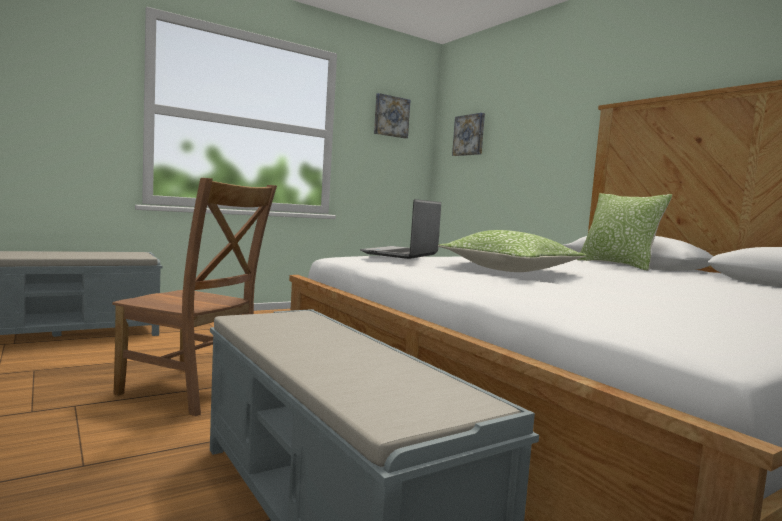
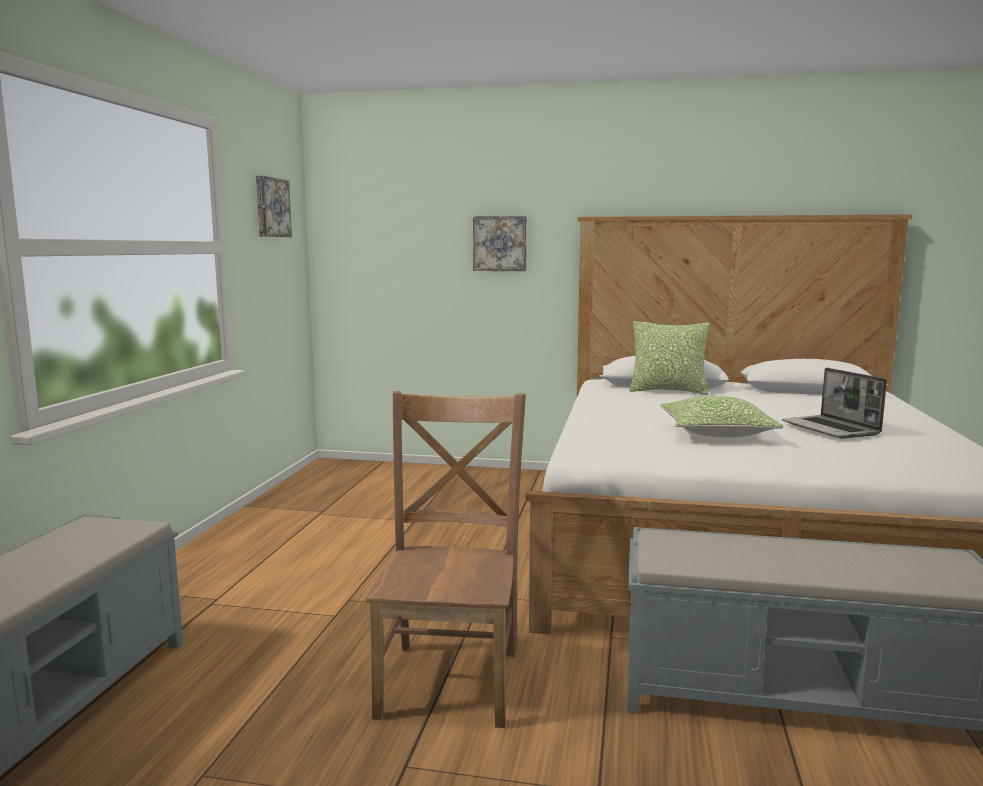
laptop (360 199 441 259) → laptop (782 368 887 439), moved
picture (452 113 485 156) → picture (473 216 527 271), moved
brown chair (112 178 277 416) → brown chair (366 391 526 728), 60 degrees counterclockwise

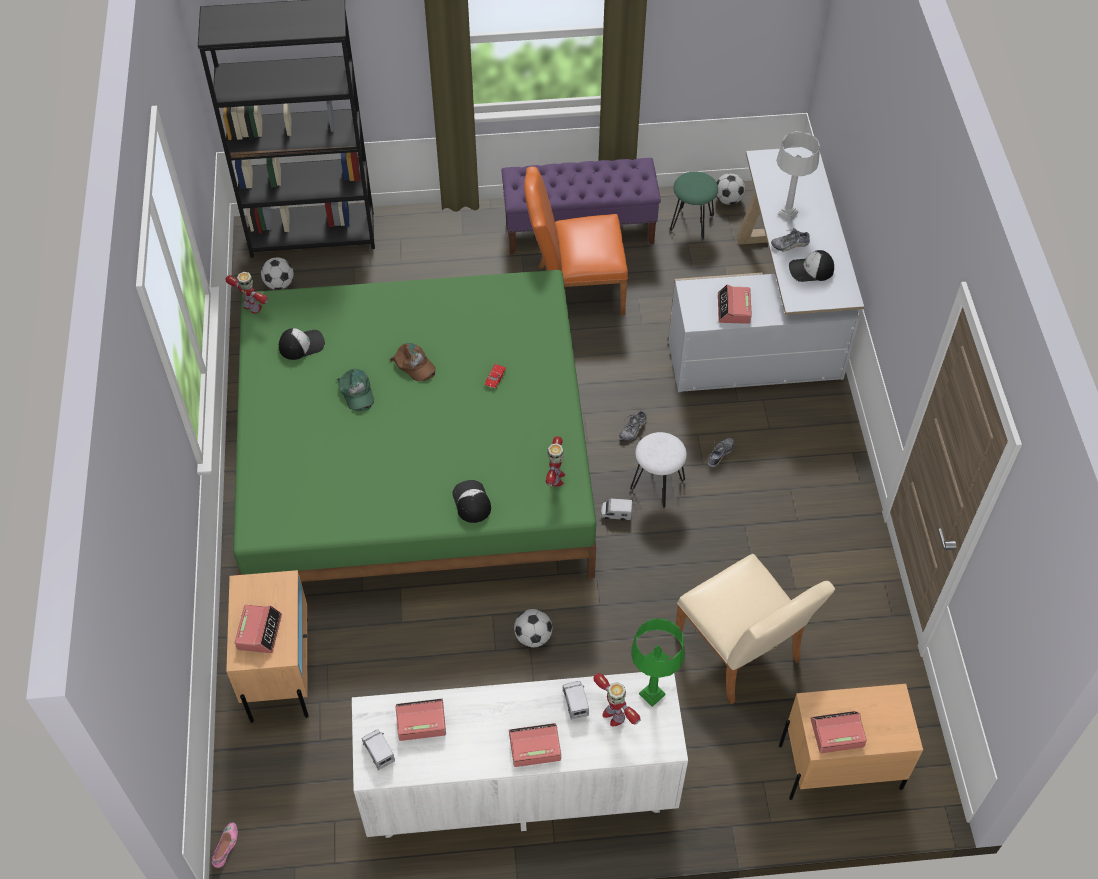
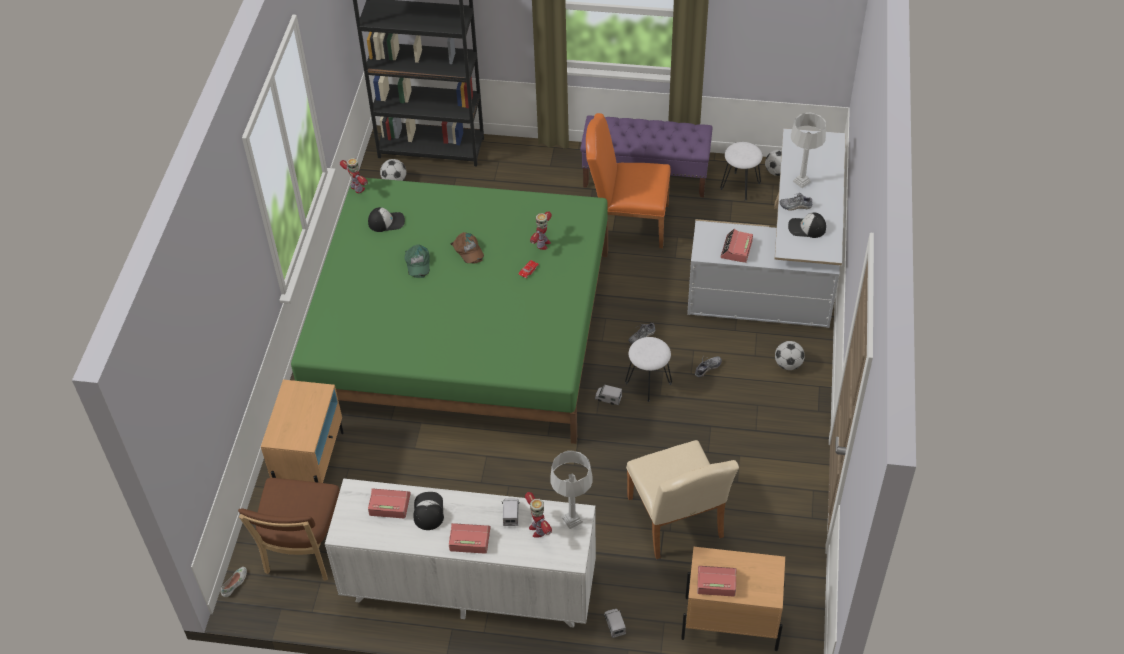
alarm clock (235 605 282 653) → -
- → brown chair (238 478 340 581)
toy truck (362 730 395 770) → toy truck (604 609 626 638), moved
cap (452 480 491 523) → cap (413 492 444 530), moved
football (514 609 552 647) → football (775 341 805 370), moved
toy robot (546 436 565 487) → toy robot (530 211 552 250), moved
pink shoe (212 822 238 868) → white shoe (221 567 247 597)
green table lamp (631 618 685 707) → grey table lamp (550 451 593 529)
green stool (670 171 718 240) → white stool (720 142 762 201)

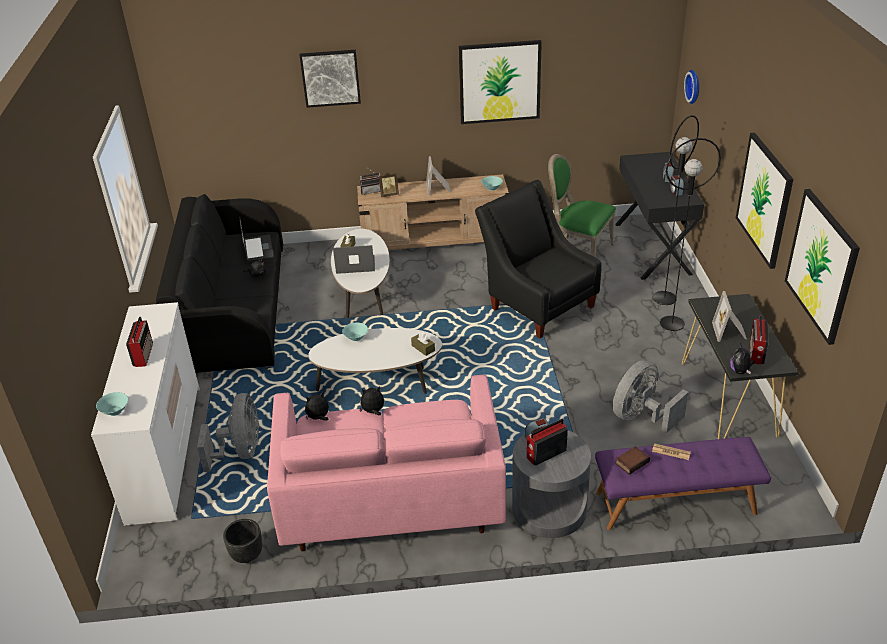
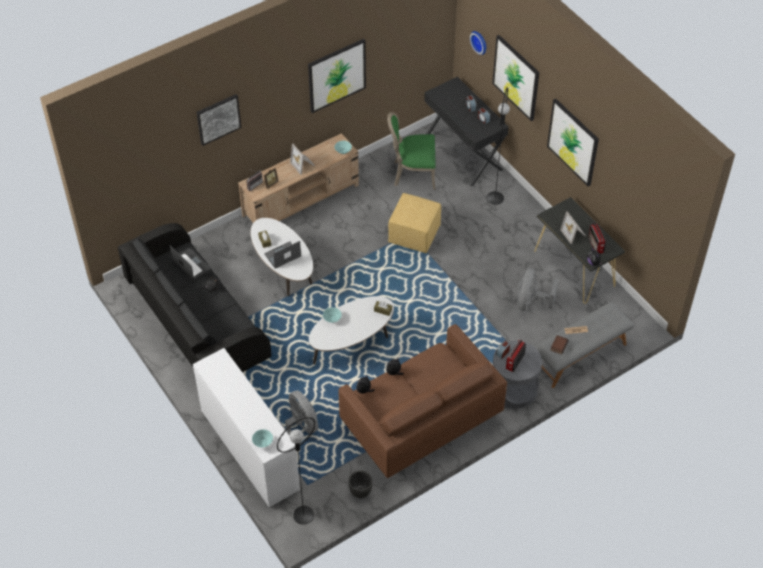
radio (126 317 153 367) → -
black floor lamp (660 138 721 331) → black floor lamp (277 417 315 525), moved
picture (785 189 860 345) → picture (492 35 539 121), moved
black armchair (475 180 602 339) → yellow ottoman (388 193 441 253)
pink sofa (267 375 506 551) → brown sofa (338 324 507 478)
purple bench (595 437 771 530) → grey bench (534 302 634 388)

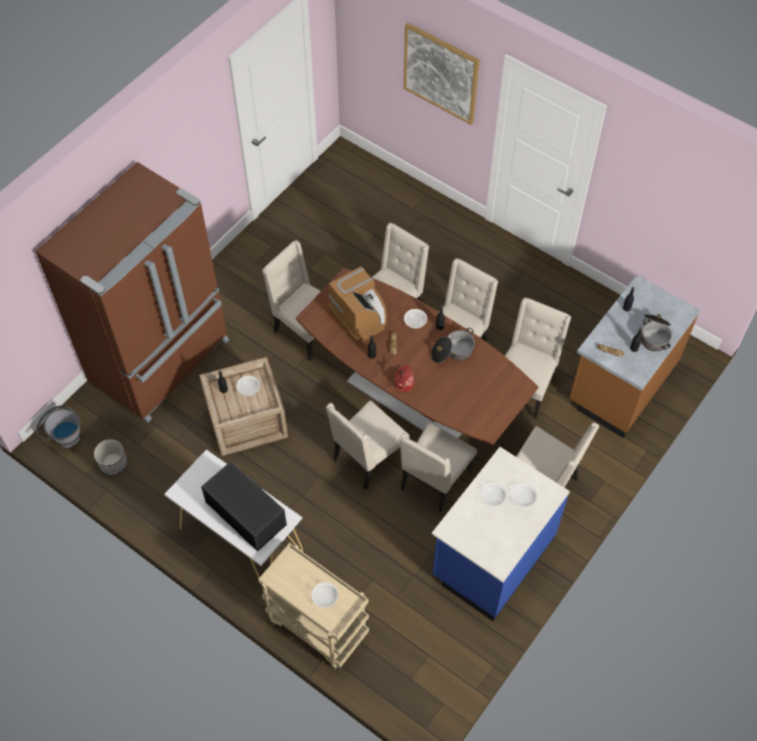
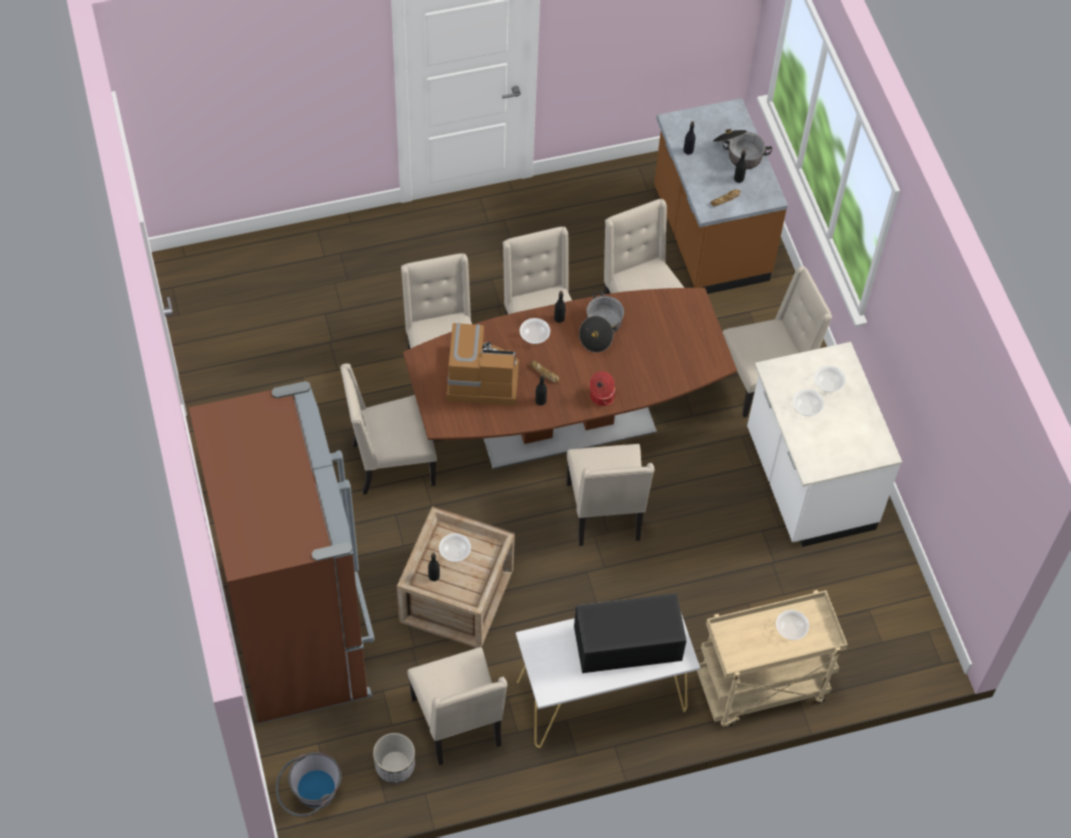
picture (403 22 480 125) → -
beige chair (399 423 477 513) → beige chair (407 647 507 765), moved
blue counter (432 447 570 621) → white counter (747 342 902 547)

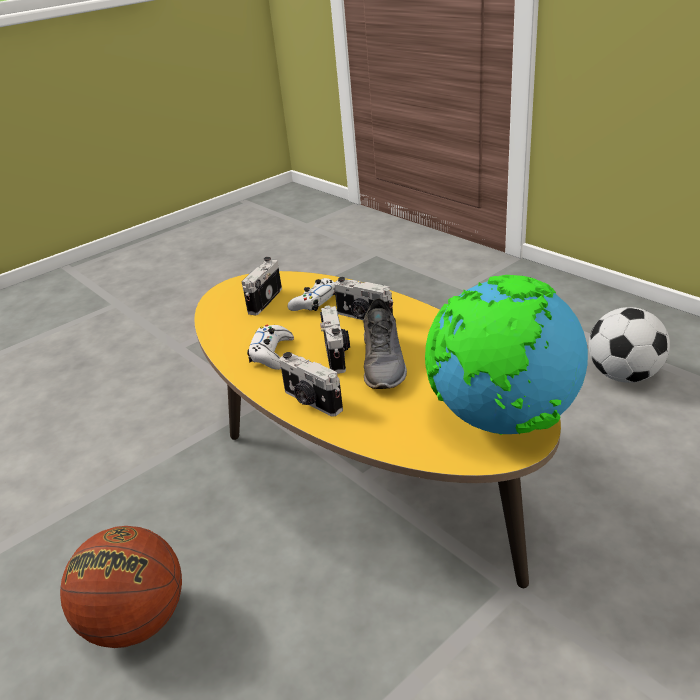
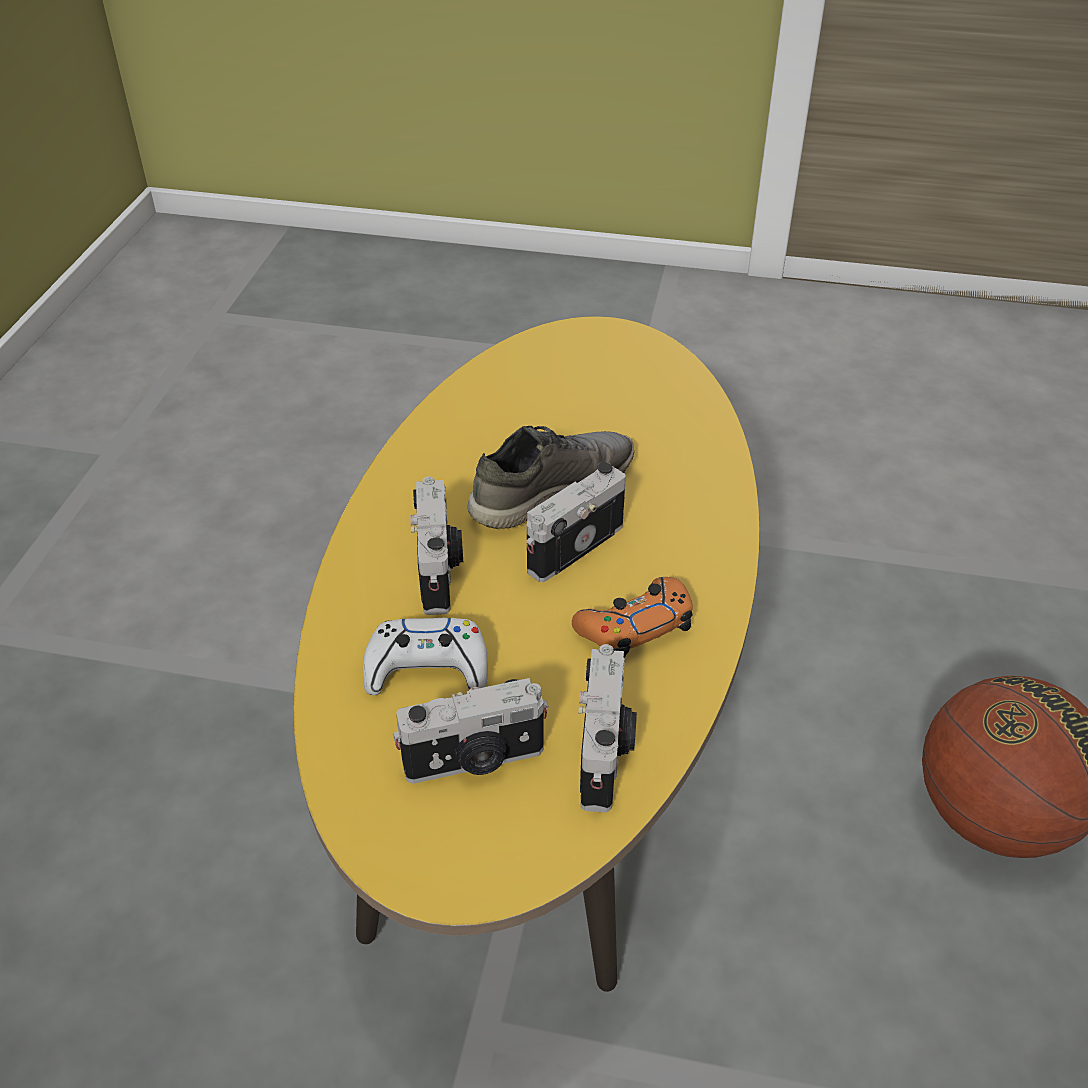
globe (425 275 588 435) → -
football (589 307 670 383) → -
photo camera (279 352 343 417) → photo camera (578 644 637 812), moved
white game controller (247 325 294 370) → orange game controller (572 577 693 658)

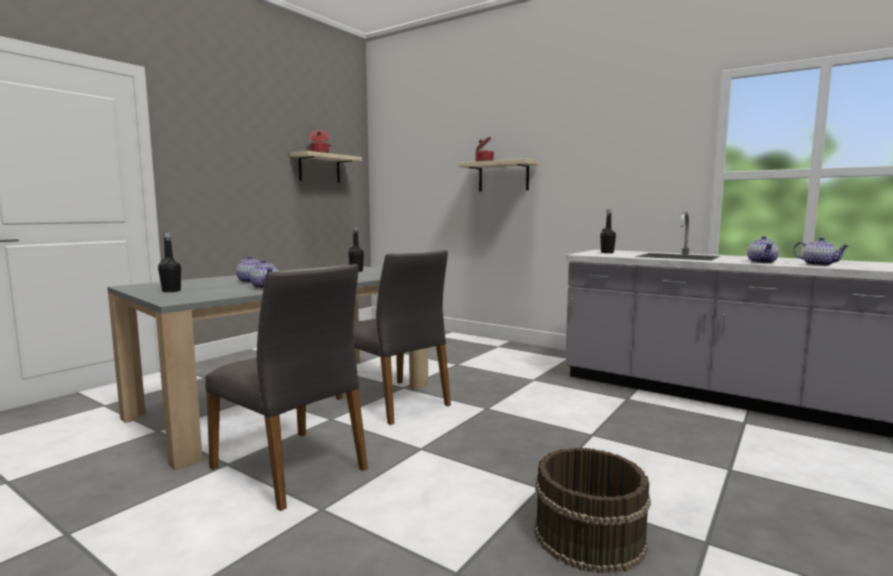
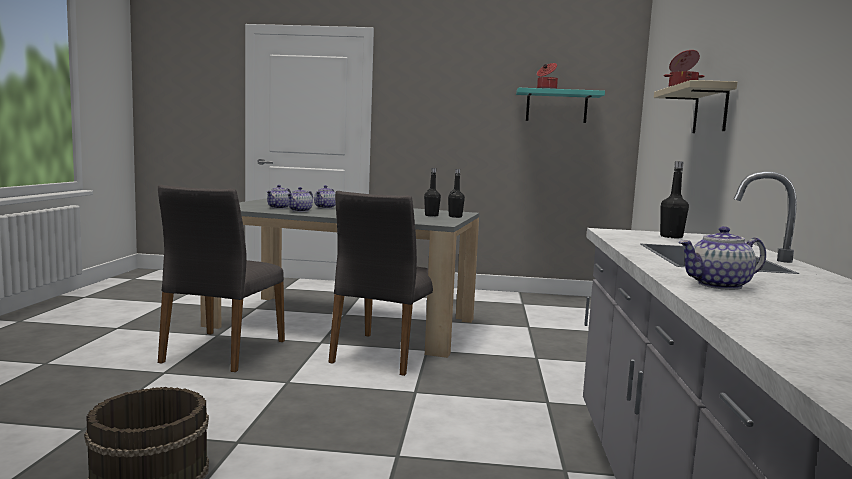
black bottle (158 232 181 292) → black bottle (448 169 465 218), moved
teapot (793 237 849 266) → teapot (266 185 291 209), moved
beige shelf (290 151 362 183) → turquoise shelf (516 88 605 123)

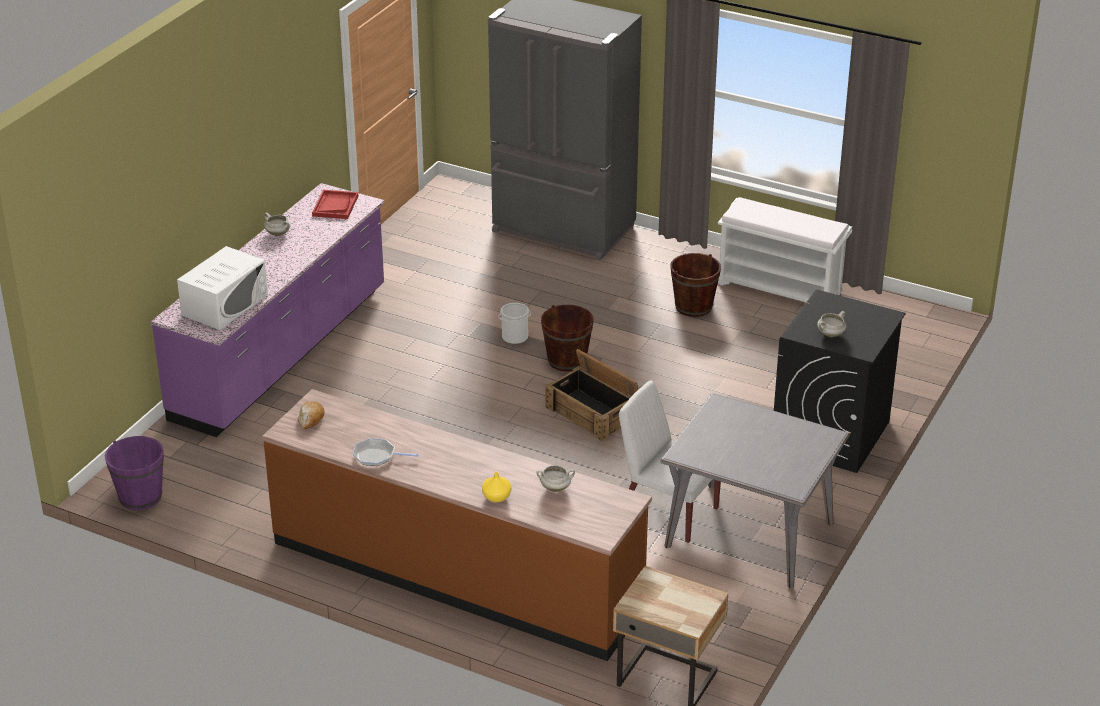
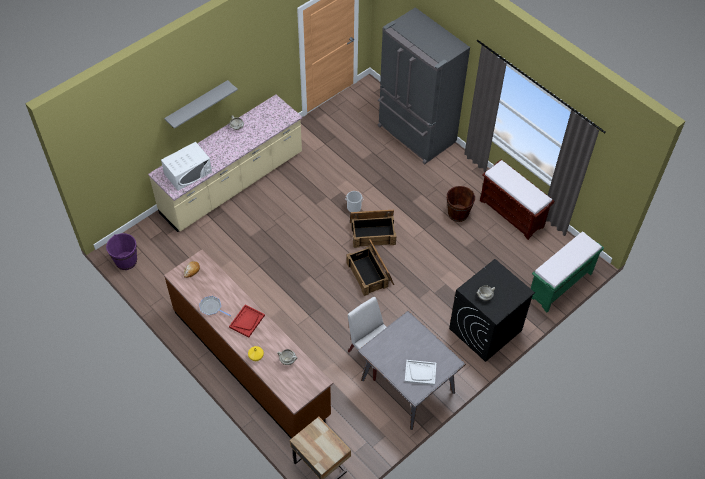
- → grey shelf (164 80 238 129)
- → white tray (405 360 436 385)
- → green bench (530 232 604 313)
red tray (312 190 358 219) → red tray (229 304 265 338), moved
brown bucket (541 305 594 371) → crate (350 210 396 248)
purple counter (151 183 384 437) → beige counter (148 95 302 232)
white bench (718 197 852 302) → brown bench (480 160 554 240)

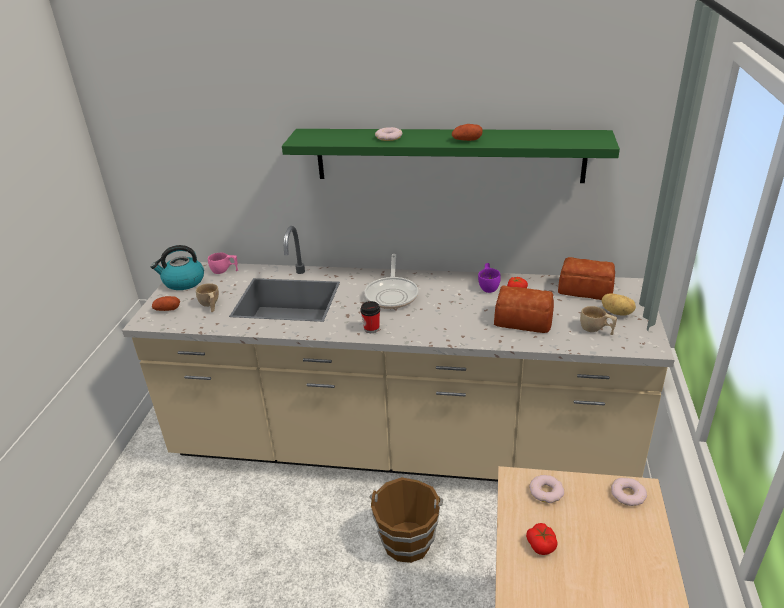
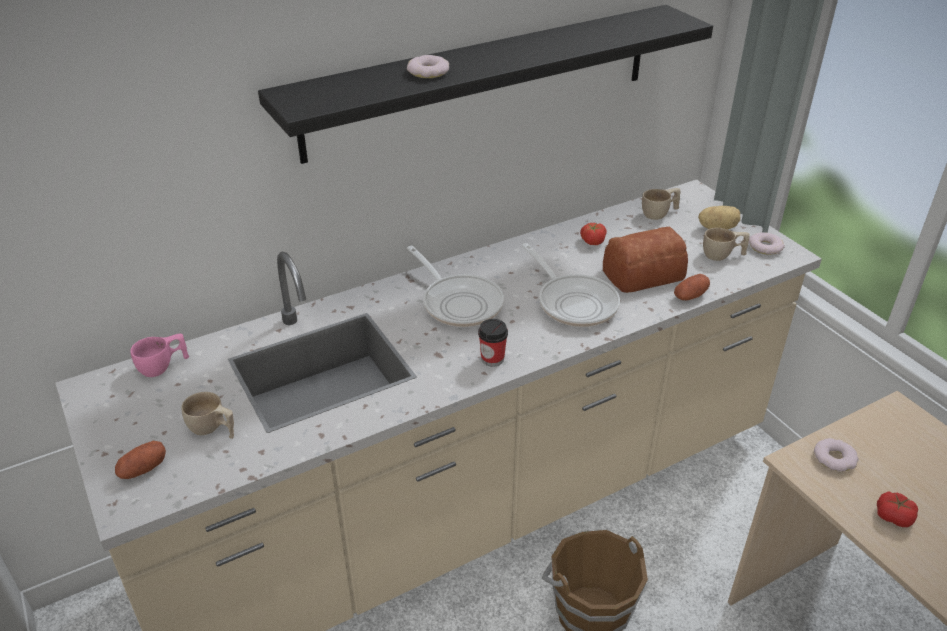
kettle (151 245 204 290) → -
purple cup (478 263 501 293) → -
- → frying pan (522 243 620 327)
potato (452 124 483 141) → potato (674 274 710 300), moved
donut (611 478 647 506) → donut (749 232 785 255), moved
bread (558 257 615 300) → beige cup (642 188 680 220)
green shelf (282 129 620 183) → black shelf (258 5 713 164)

